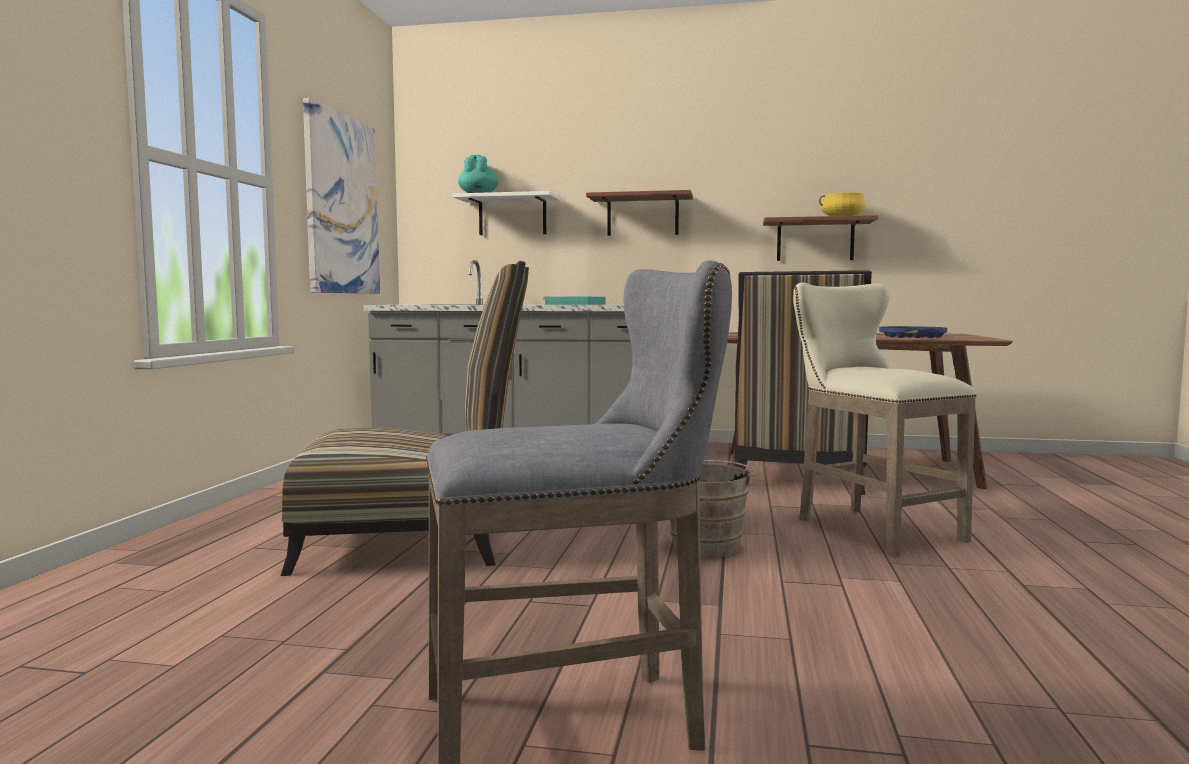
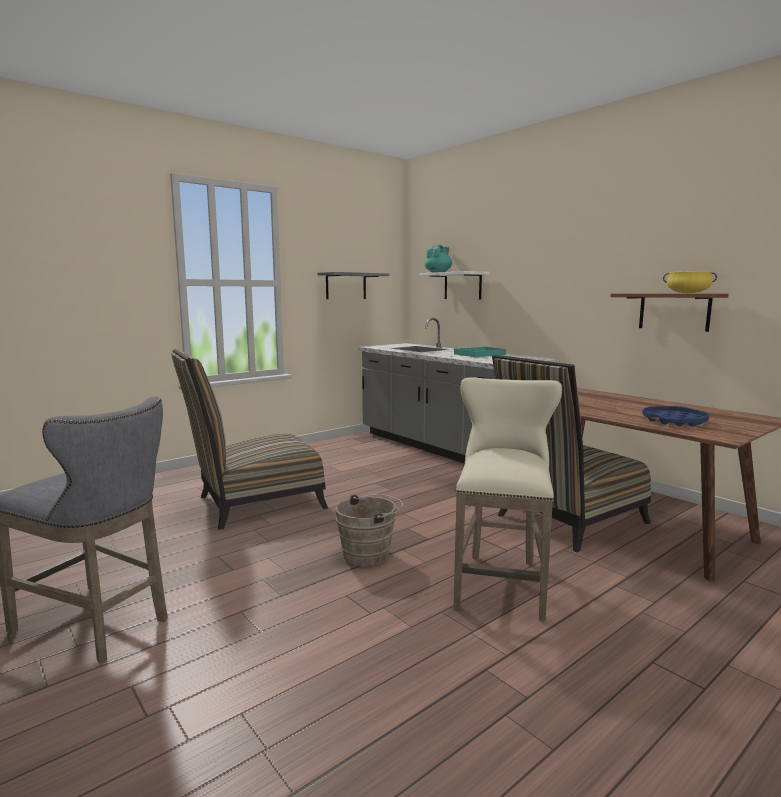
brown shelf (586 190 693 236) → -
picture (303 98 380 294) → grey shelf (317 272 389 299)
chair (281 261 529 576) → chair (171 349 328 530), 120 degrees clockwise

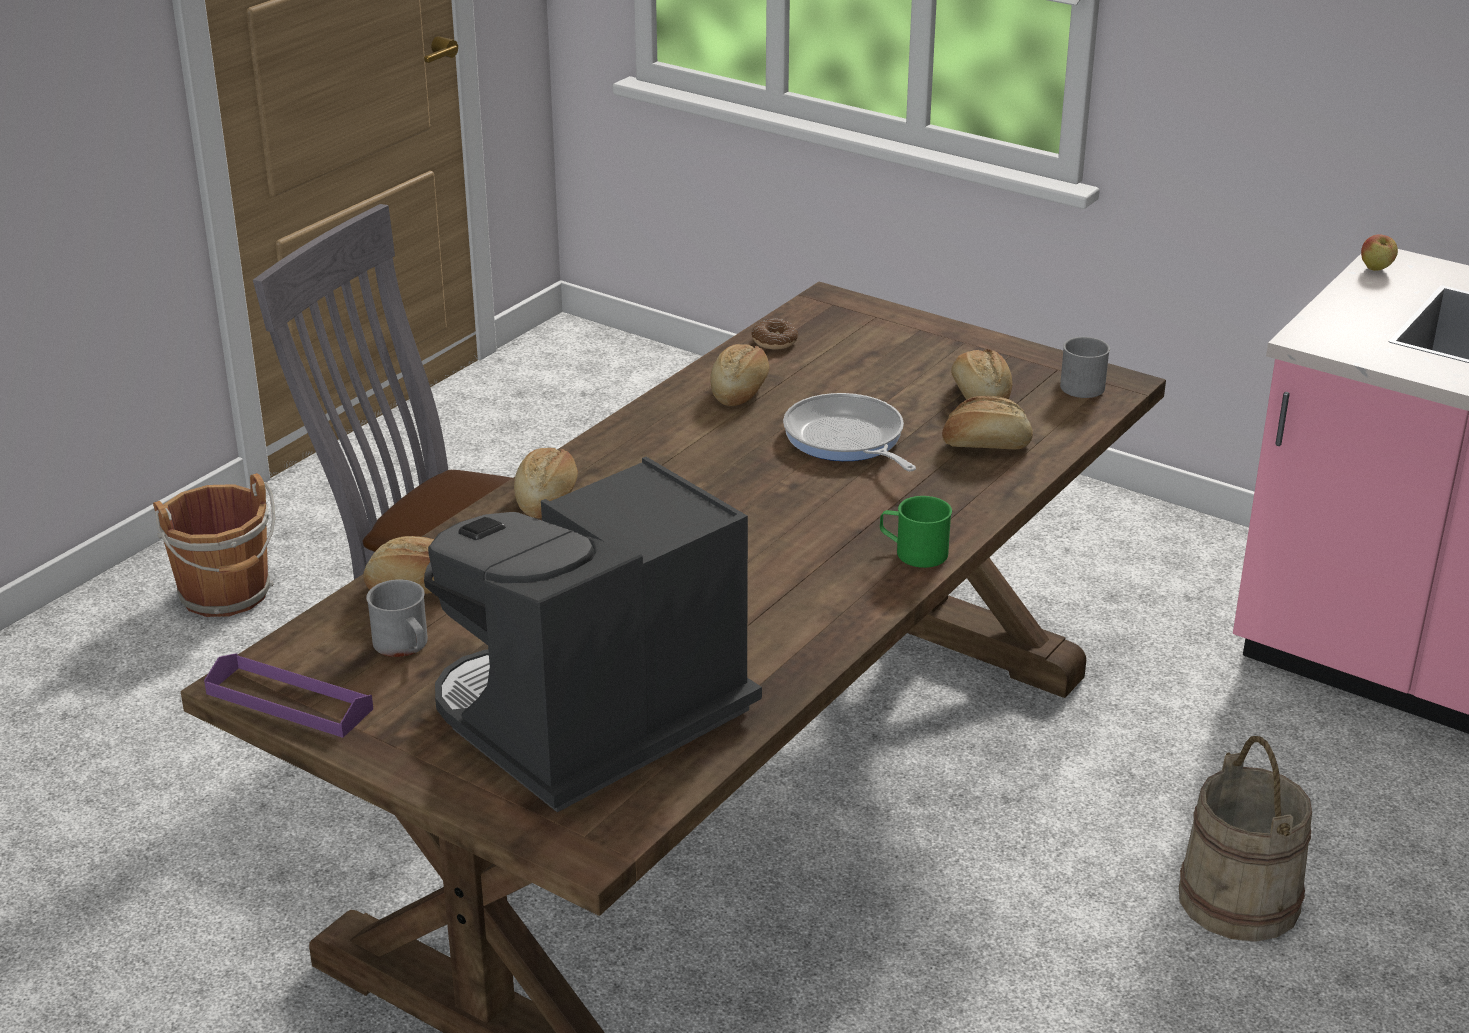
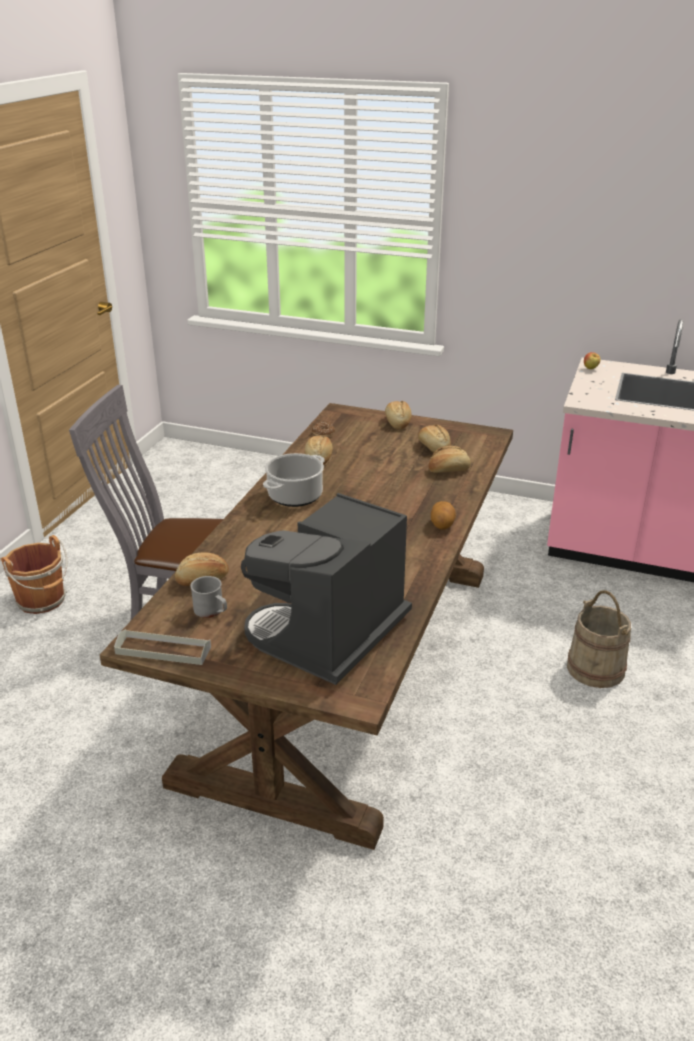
frying pan (783 393 916 472) → -
grey mug (1060 337 1110 398) → -
- → cooking pot (263 453 325 507)
bread (514 448 578 518) → bread (385 401 412 430), moved
green mug (880 496 952 568) → potato (431 501 456 530)
purple tray (204 653 373 738) → grey tray (114 629 211 665)

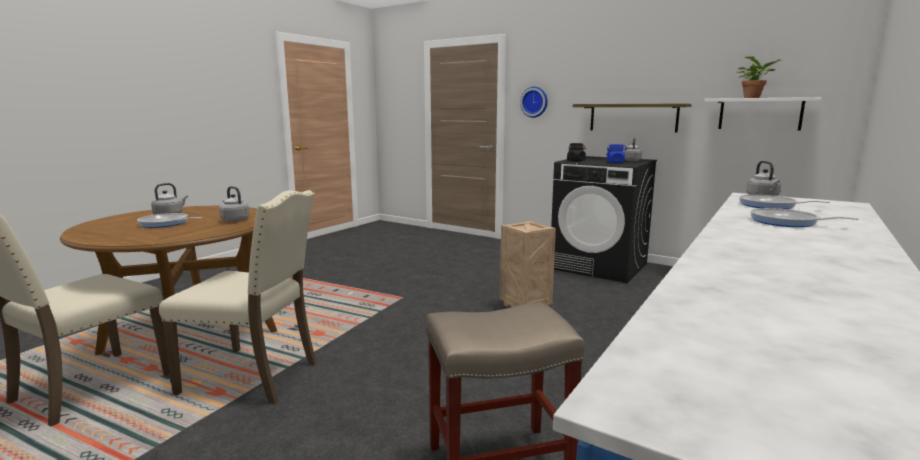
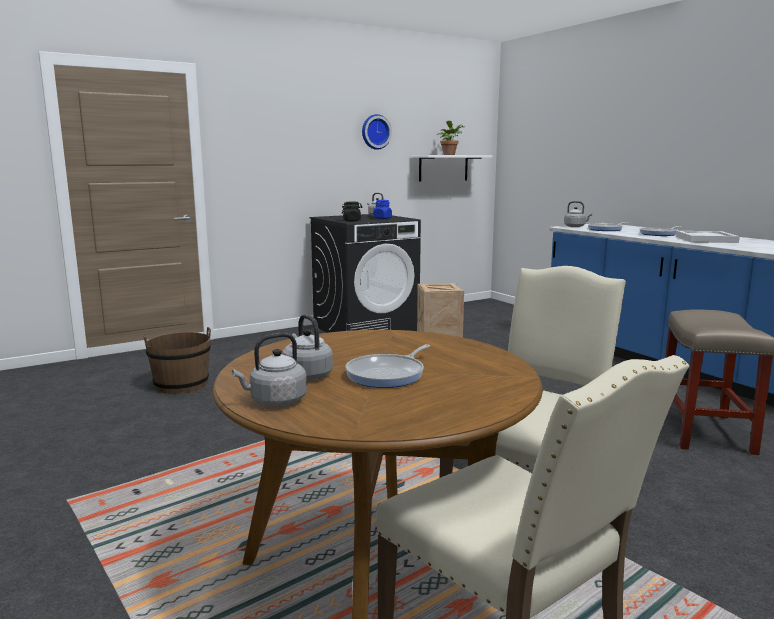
shelf (573 103 692 132) → -
- → brown bucket (143 327 211 394)
- → white tray (676 231 740 243)
grey kettle (219 186 250 222) → grey kettle (232 333 307 406), moved
wall clock (520 86 548 118) → wall clock (362 114 392 150), moved

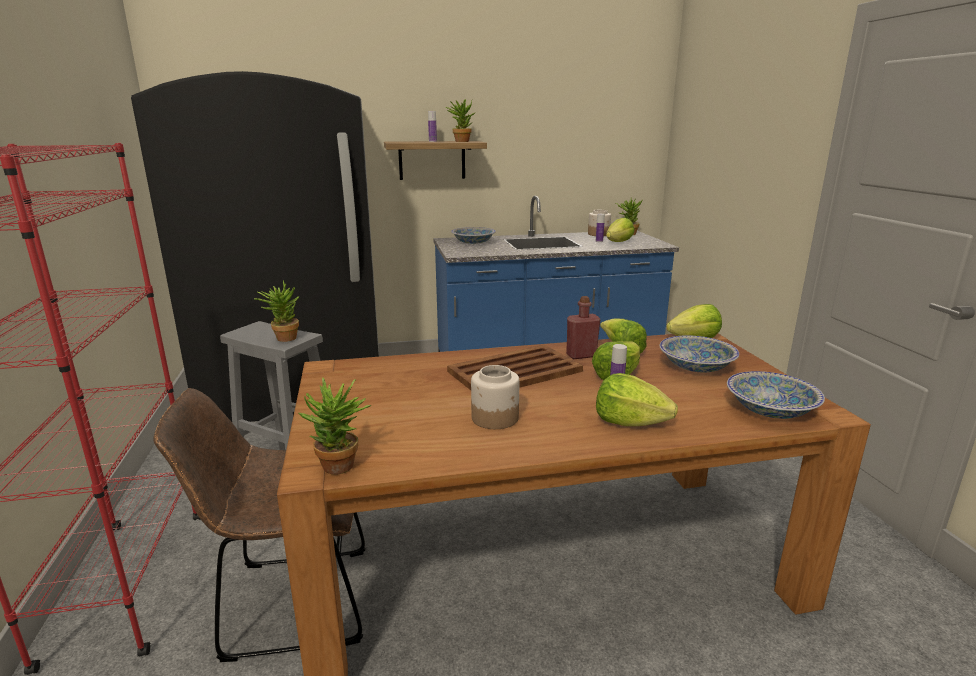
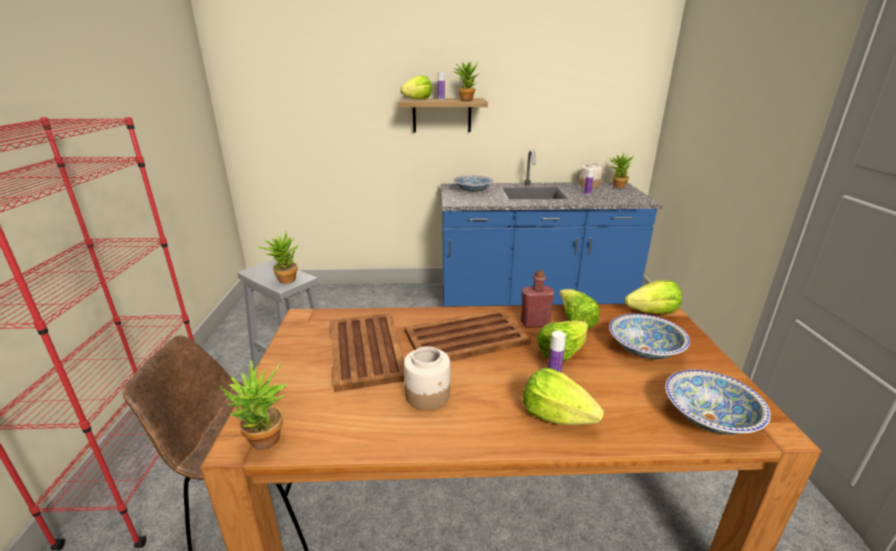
black fridge (131 71 379 422) → -
- → brown tray (331 313 405 392)
lettuce (606 218 634 242) → lettuce (400 75 432 100), moved

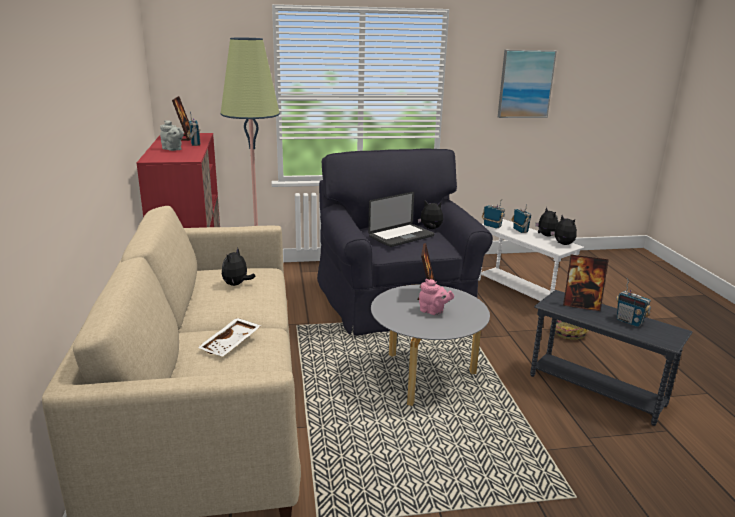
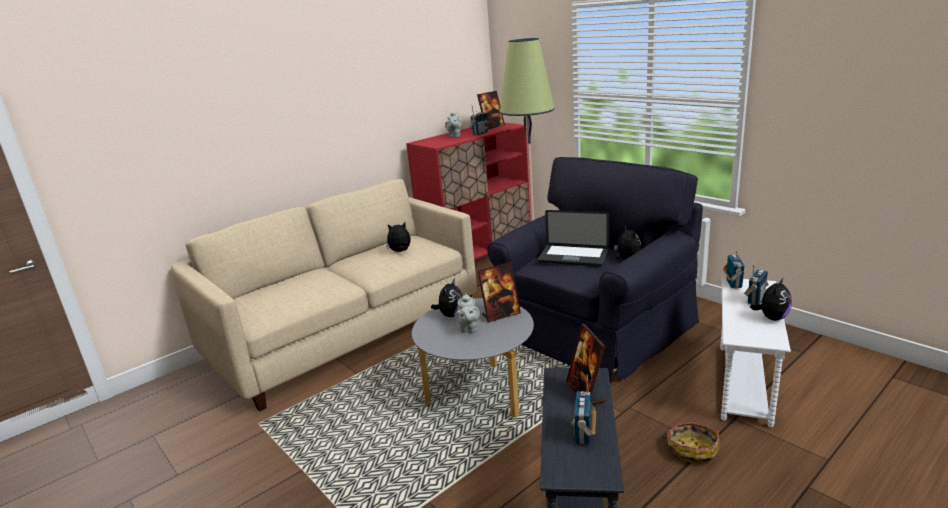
white tray (197 318 261 357) → -
picture (498 50 557 118) → -
plush toy (550 215 577 245) → plush toy (431 278 463 317), moved
pink teapot (419 279 454 315) → grey teapot (455 293 480 333)

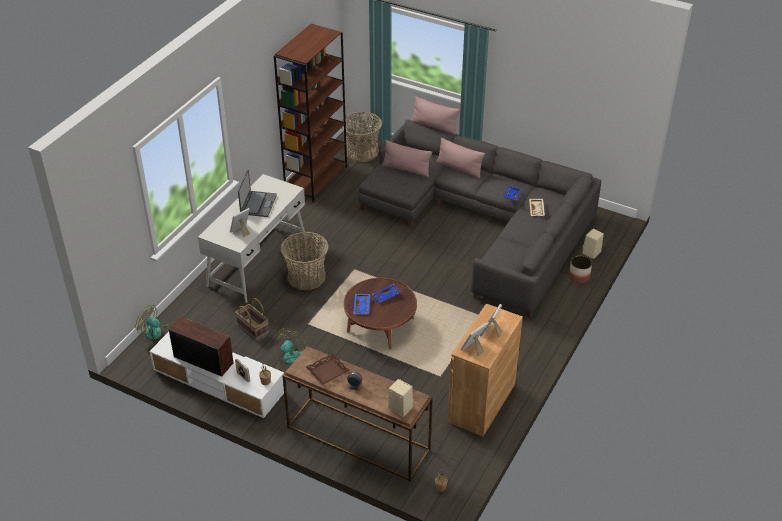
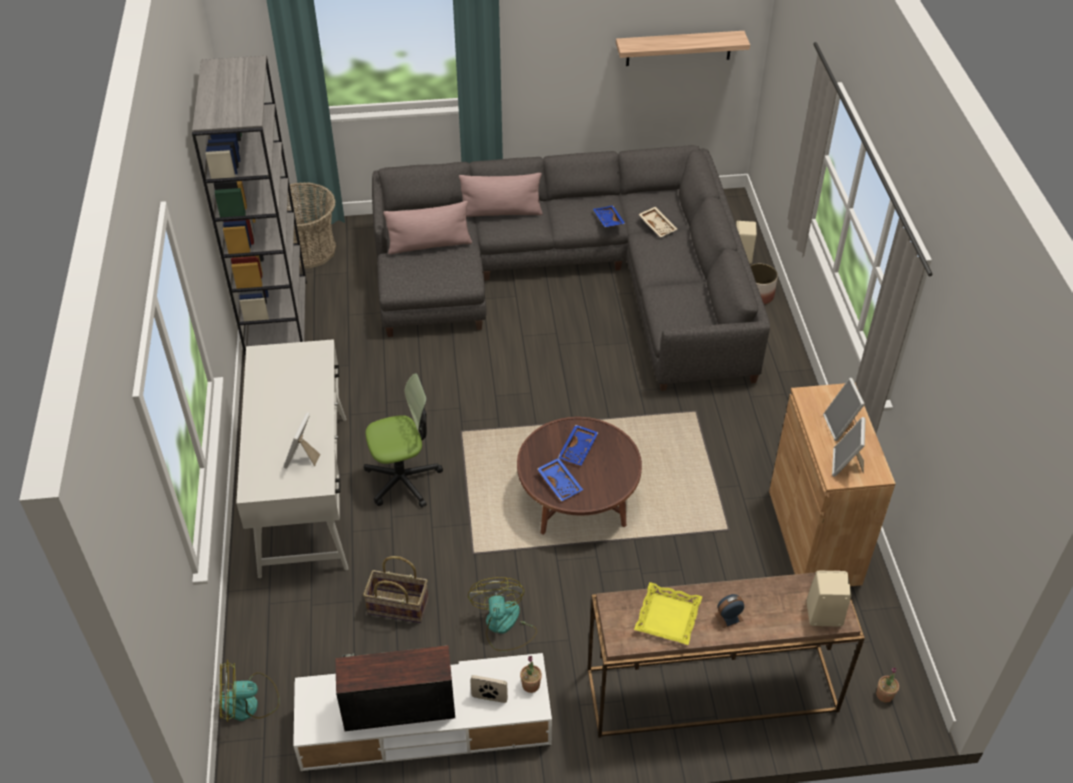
laptop (238 169 277 217) → -
pink pillow (411 96 460 135) → -
- → shelf (616 31 750 66)
basket (280 232 329 290) → office chair (364 373 443 508)
brown bookcase (274 24 347 203) → grey bookcase (192 56 307 357)
brown tray (306 353 350 385) → yellow tray (634 582 703 645)

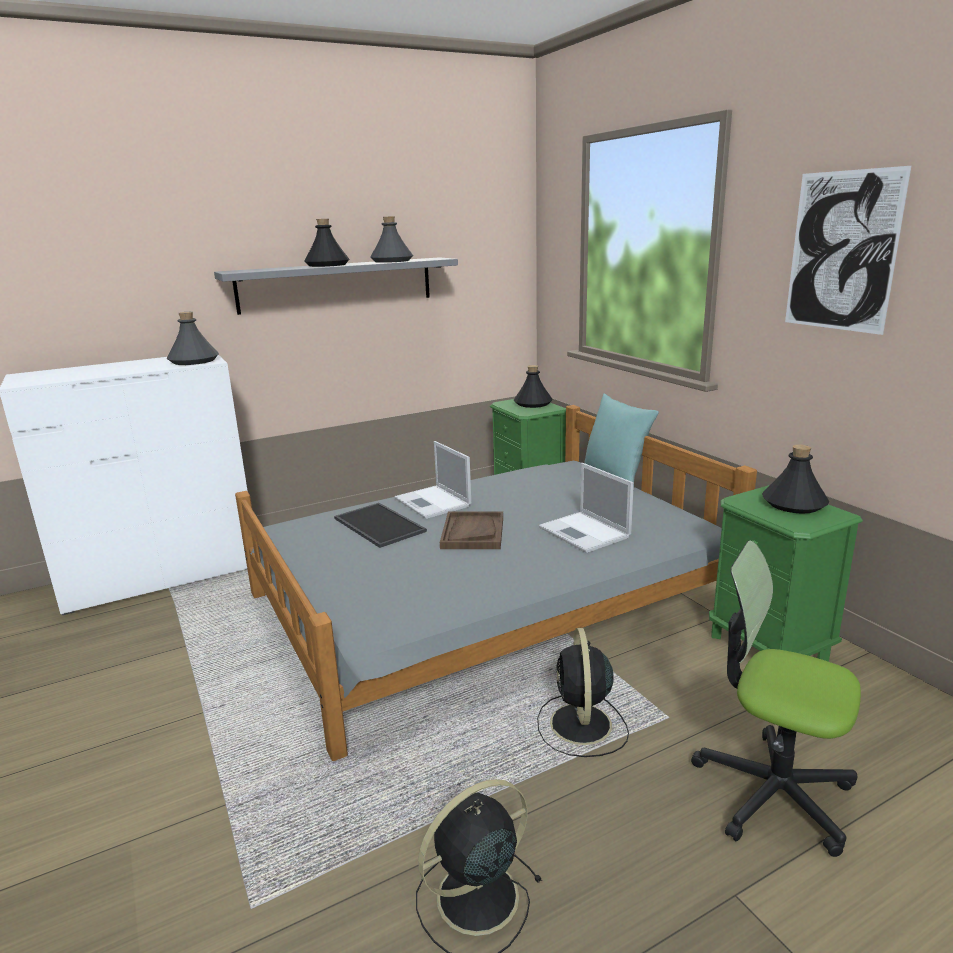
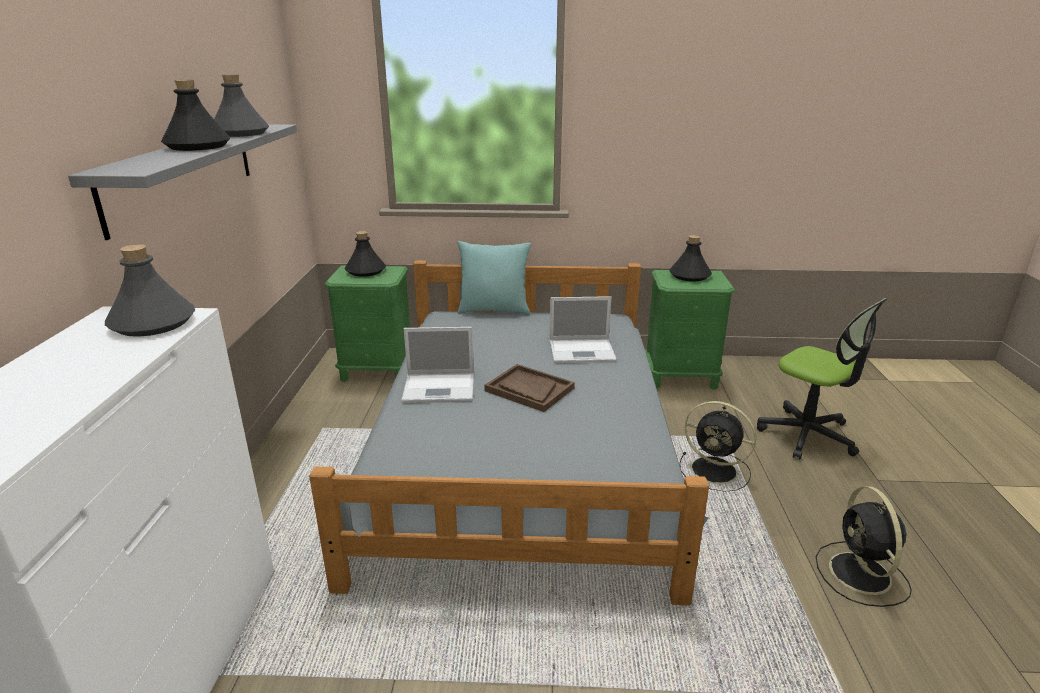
tray (334 503 427 548) → -
picture (785 166 911 335) → -
office chair (691 540 861 857) → office chair (757 298 887 459), 105 degrees counterclockwise

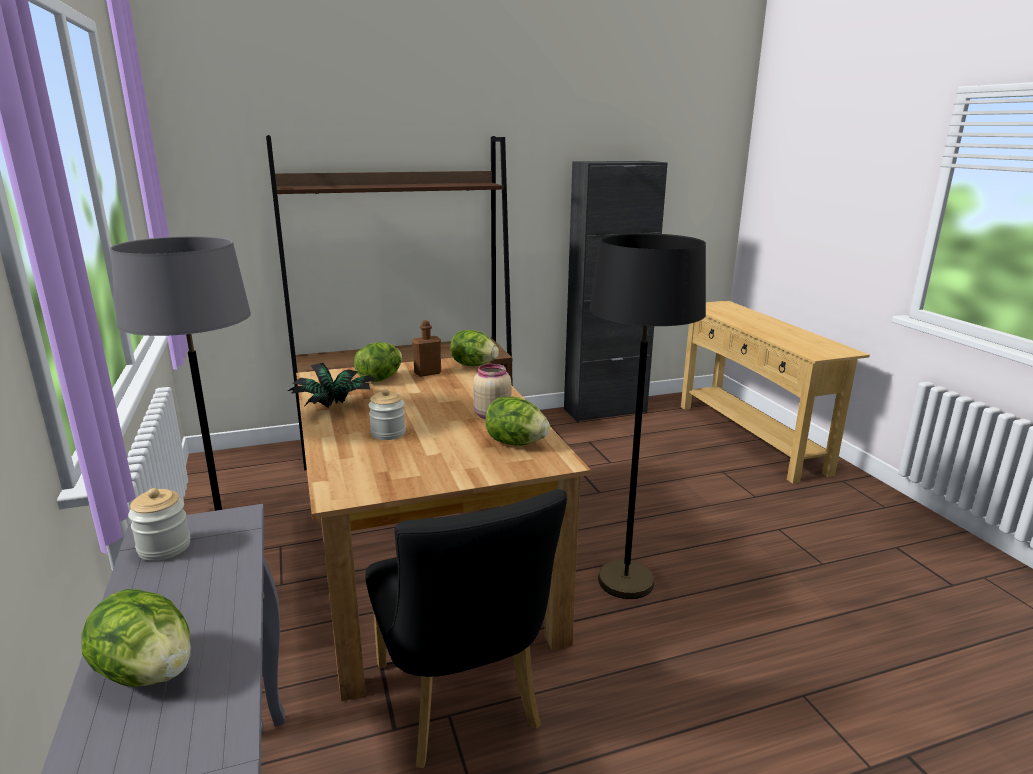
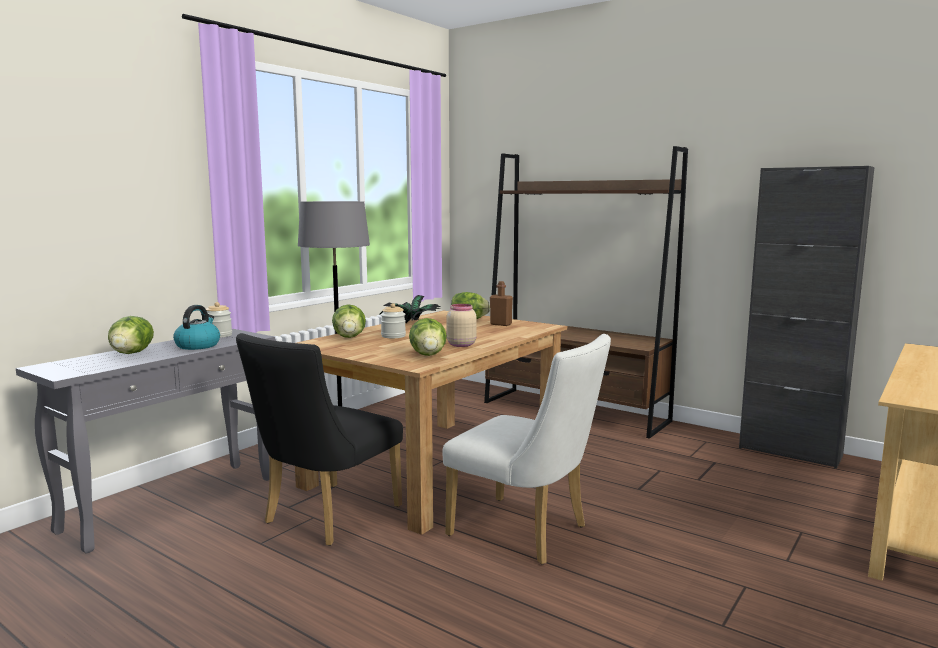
- → kettle (173 305 220 350)
lettuce (450 330 499 366) → lettuce (332 304 366 338), moved
black floor lamp (589 233 706 599) → white chair (442 334 611 564)

